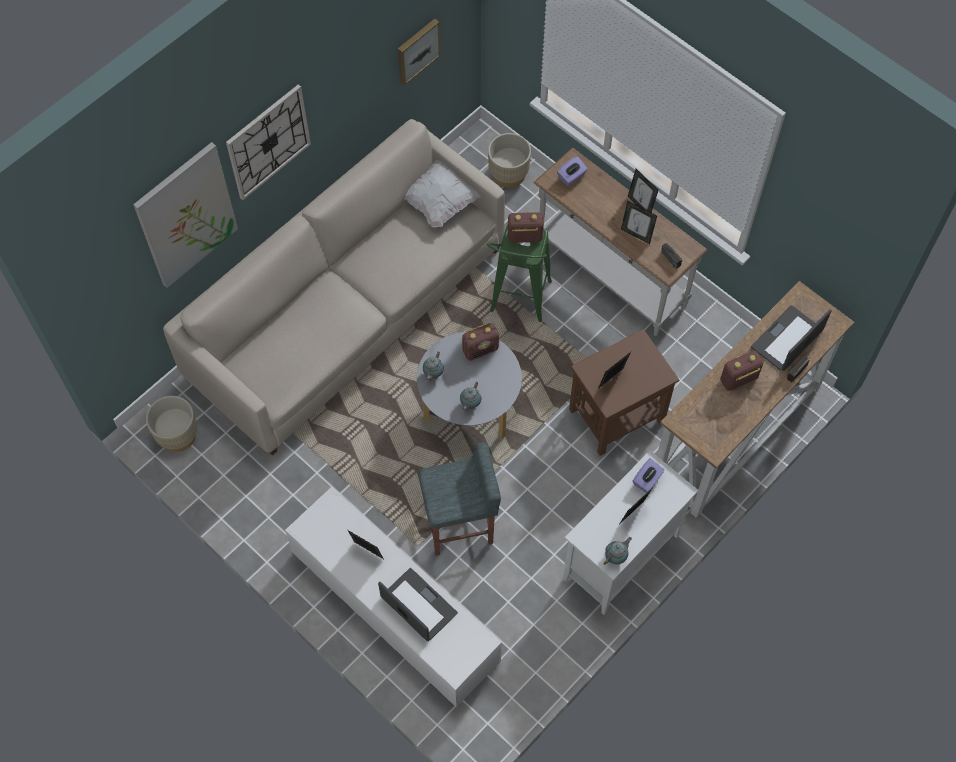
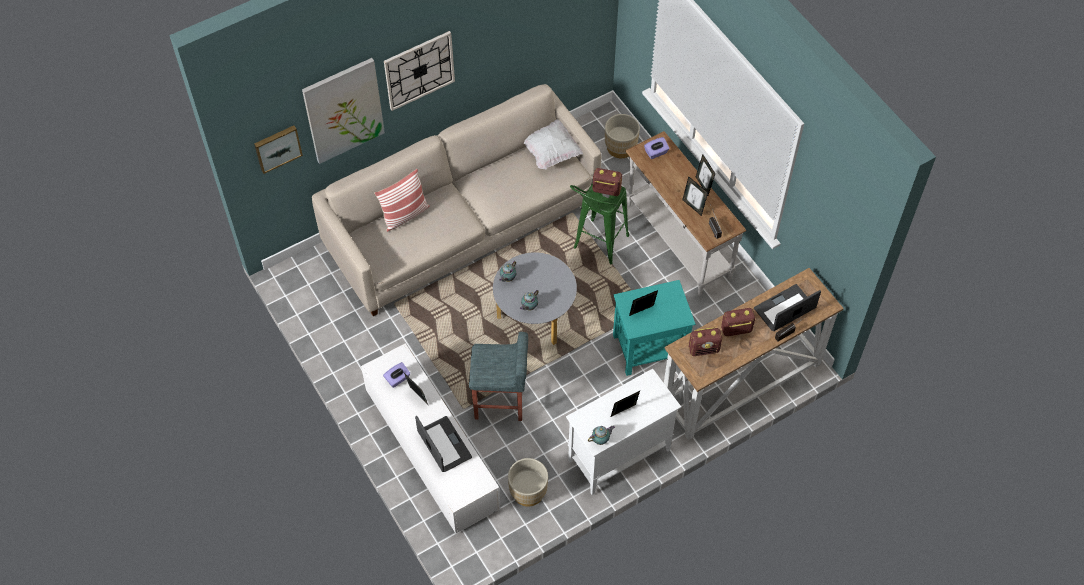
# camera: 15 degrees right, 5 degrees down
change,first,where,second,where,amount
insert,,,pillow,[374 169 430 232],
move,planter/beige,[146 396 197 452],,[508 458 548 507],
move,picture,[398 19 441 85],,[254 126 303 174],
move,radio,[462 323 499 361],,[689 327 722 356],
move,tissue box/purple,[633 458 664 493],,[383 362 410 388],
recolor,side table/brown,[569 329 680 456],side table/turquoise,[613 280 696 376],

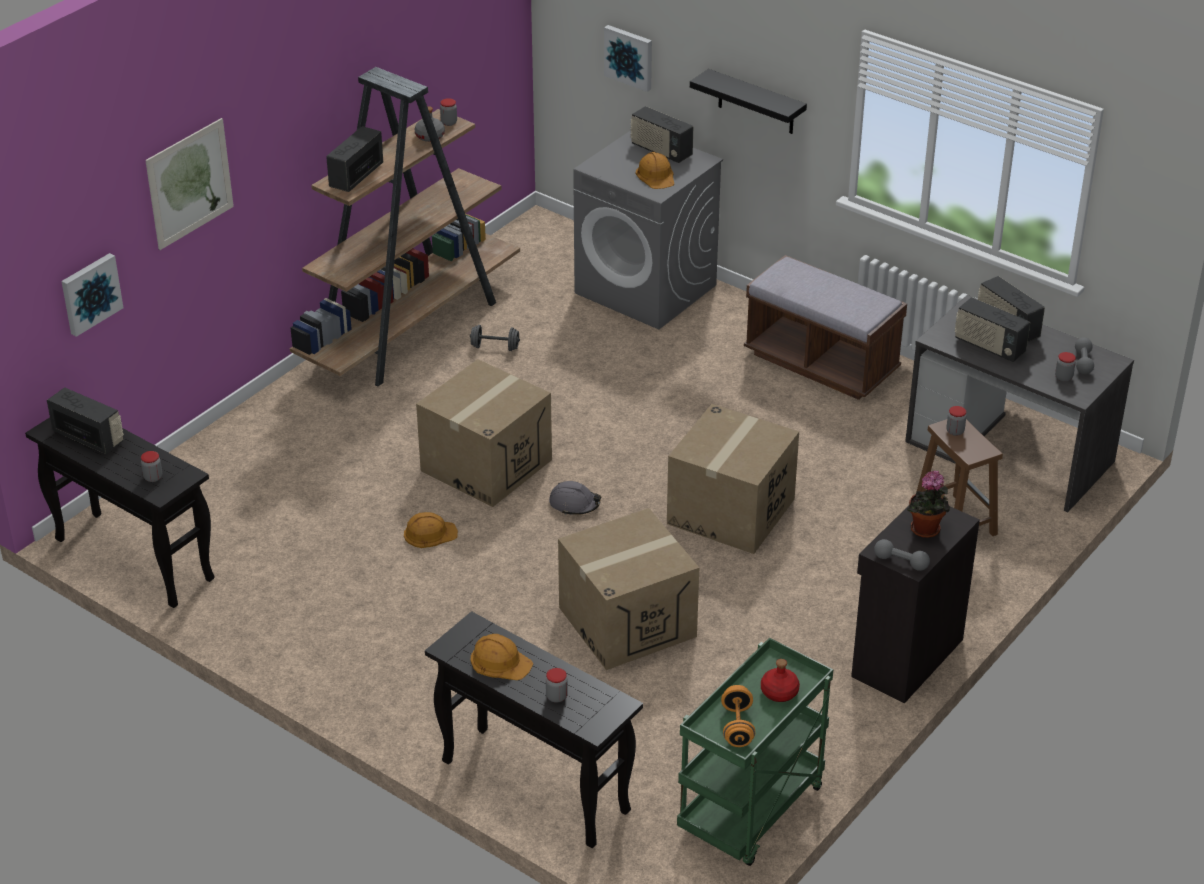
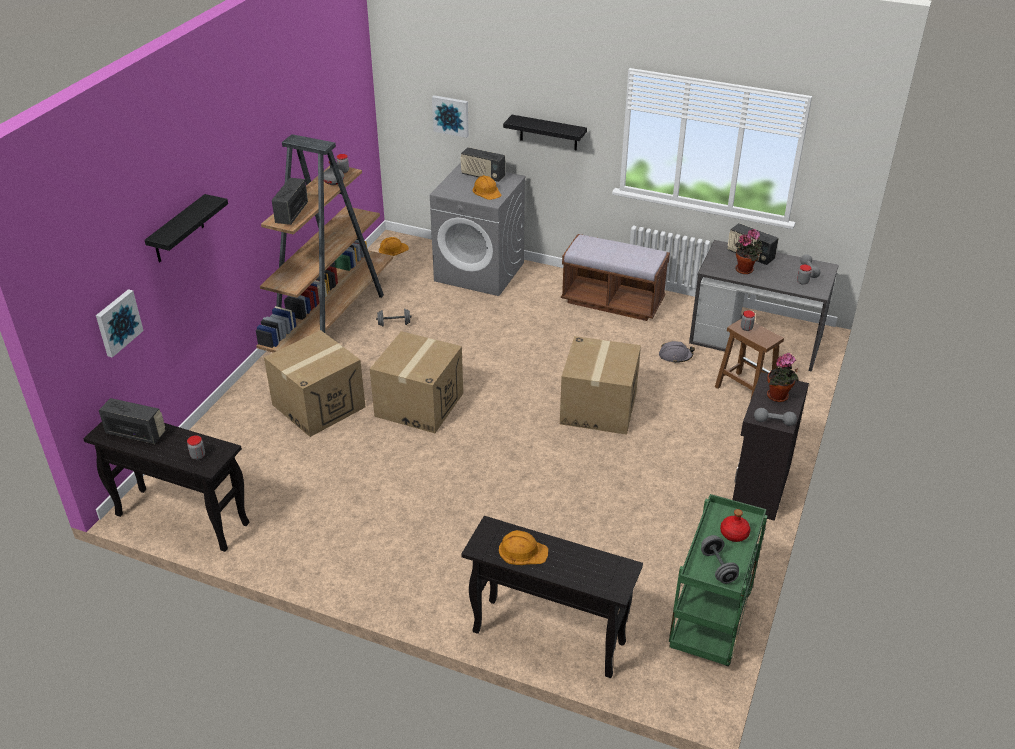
# camera: 15 degrees left, 0 degrees up
change,first,where,second,where,amount
delete,jar,[546 668 568 703],,,
move,hard hat/orange,[404 512 458 548],,[379 237 409 256],
move,hard hat/grey,[549 481 601 515],,[659 341 695 363],
move,cardboard box,[558 508 699 670],,[264 330 365 437],
replace,picture,[145 118 234 250],shelf/black,[145 194 228 262],
replace,radio,[955 297 1030 362],potted plant,[735 229 763 274],
recolor,dumbbell/orange,[721 685 755 747],dumbbell/grey,[701 535 739 584],

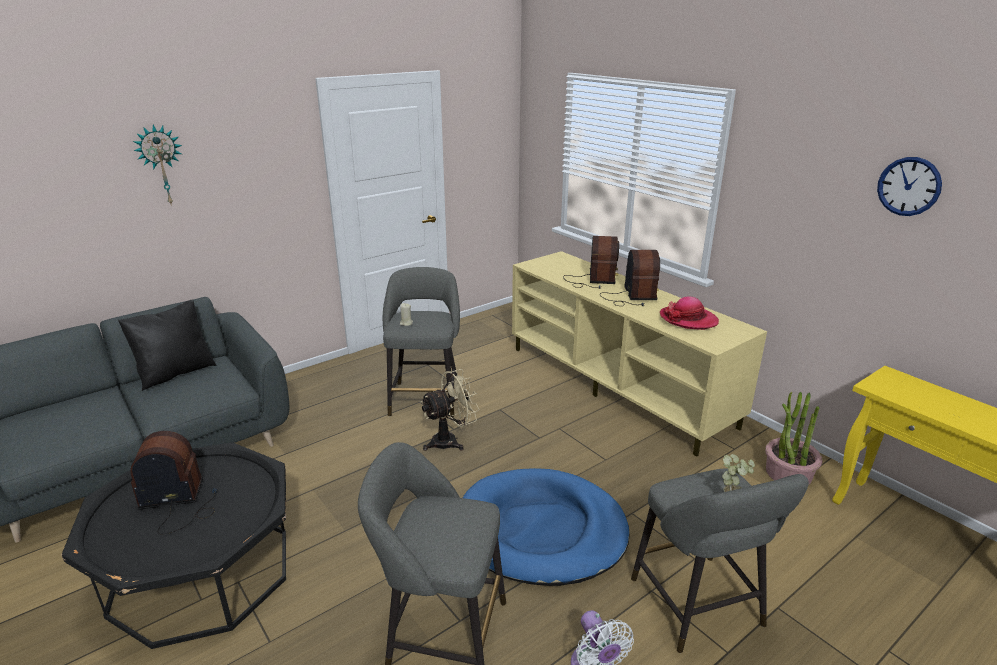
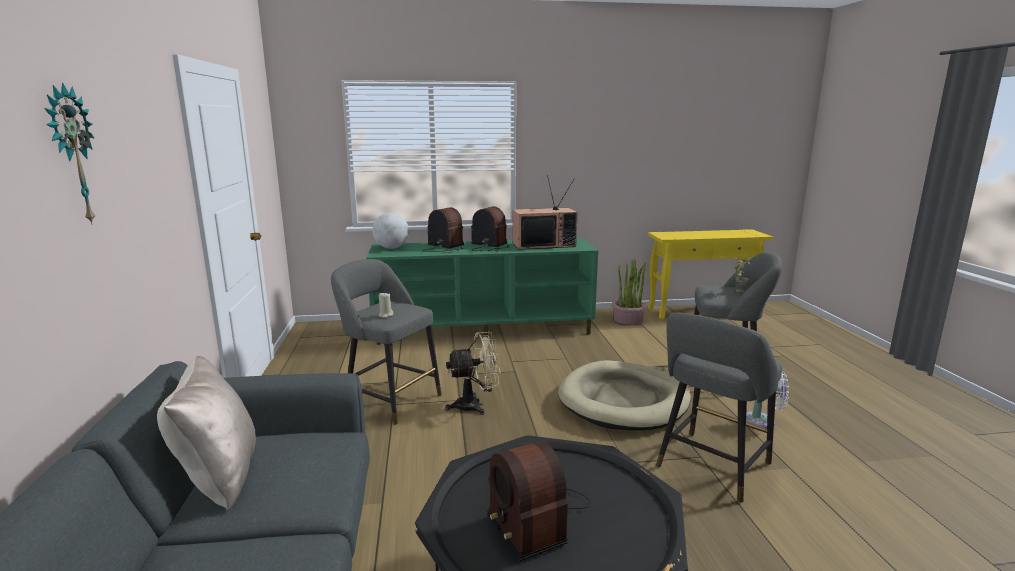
# camera: 60 degrees left, 10 degrees down
change,first,where,second,where,amount
delete,wall clock,[877 157 942 216],,,
insert,,,globe,[372 213 409 249],
replace,hat,[660 297 719 330],television,[513 175 577 250],
recolor,pillow/black,[118 299 217 391],pillow/beige,[157 356 256 511],
recolor,dog bed/blue,[463 468 630 586],dog bed/beige,[558 360 691 431],
recolor,tv stand/beige,[512 251 767 456],tv stand/green,[366 238 598 345],
rotate,radio,[130 431 217 534],,[487 441 591 561],45 degrees counterclockwise
rotate,fan/beige,[420 369 480 451],,[445 332 501 415],75 degrees clockwise

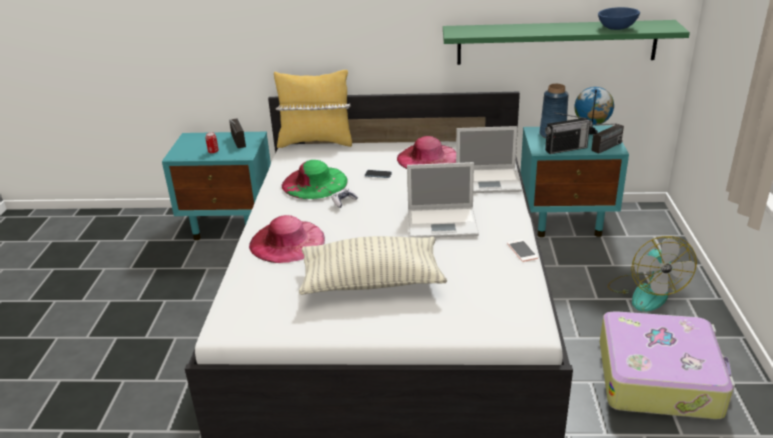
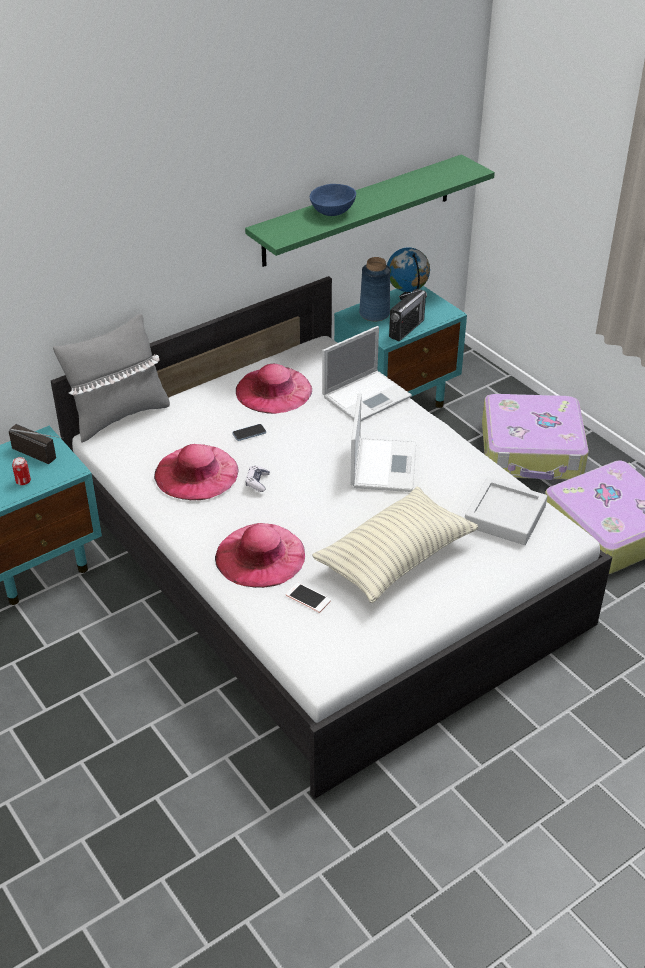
# camera: 40 degrees left, 10 degrees up
change,first,where,second,where,amount
delete,radio,[582 123 624 154],,,
insert,,,tray/grey,[465 477 547 545],
move,phone,[507 240 538 262],,[286 583 331 613],
move,bowl/blue,[598 7 640 30],,[310 184 356 216],
replace,fan,[607 236 697 311],suitcase,[482 394 589 480],
recolor,pillow/yellow,[274 70 352 148],pillow/grey,[53 314 170 443],
recolor,hat/green,[282 160 348 199],hat/pink,[154 444 238 500],
rotate,laptop,[407 162 479 238],,[350 393 416 492],45 degrees counterclockwise

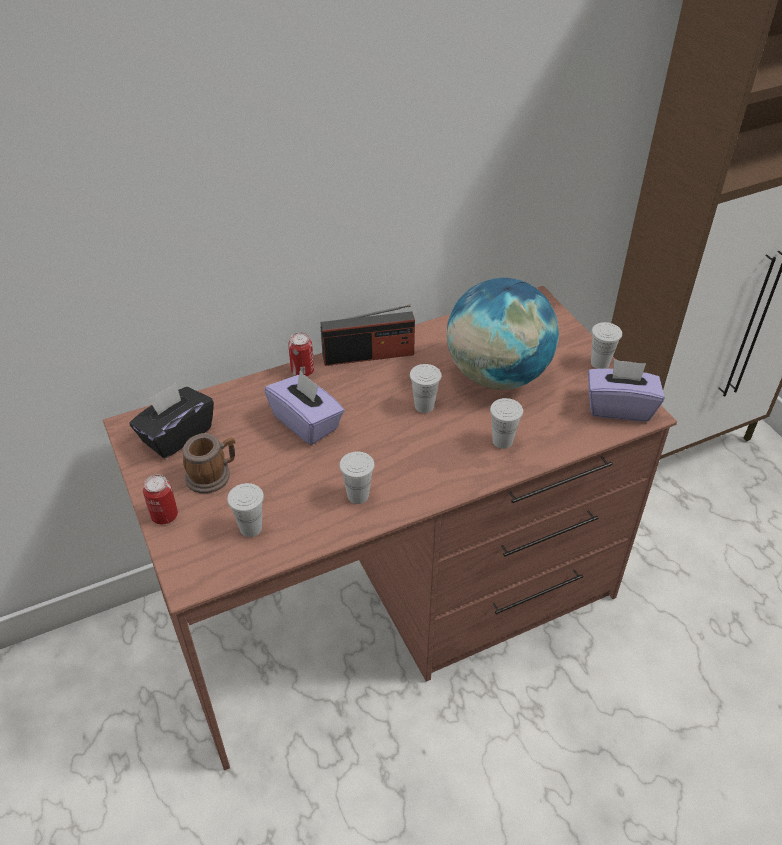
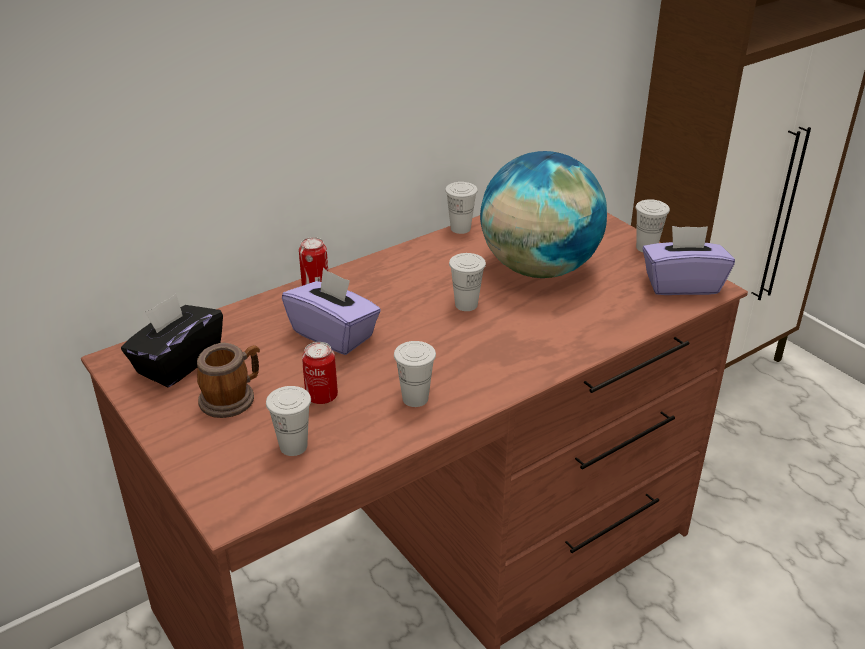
# camera: 10 degrees left, 10 degrees down
change,first,where,second,where,amount
delete,radio,[320 305 415 366],,,
move,can,[143 475 178 525],,[302 342 338 404],
move,cup/white,[490 398 523 449],,[445 182 478 234],

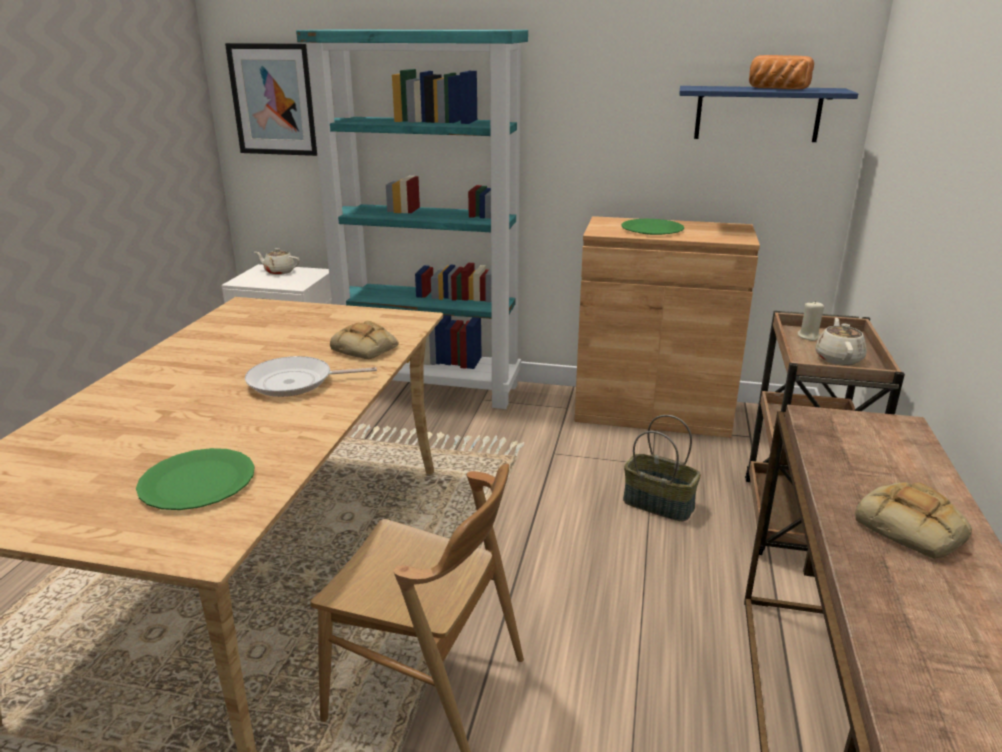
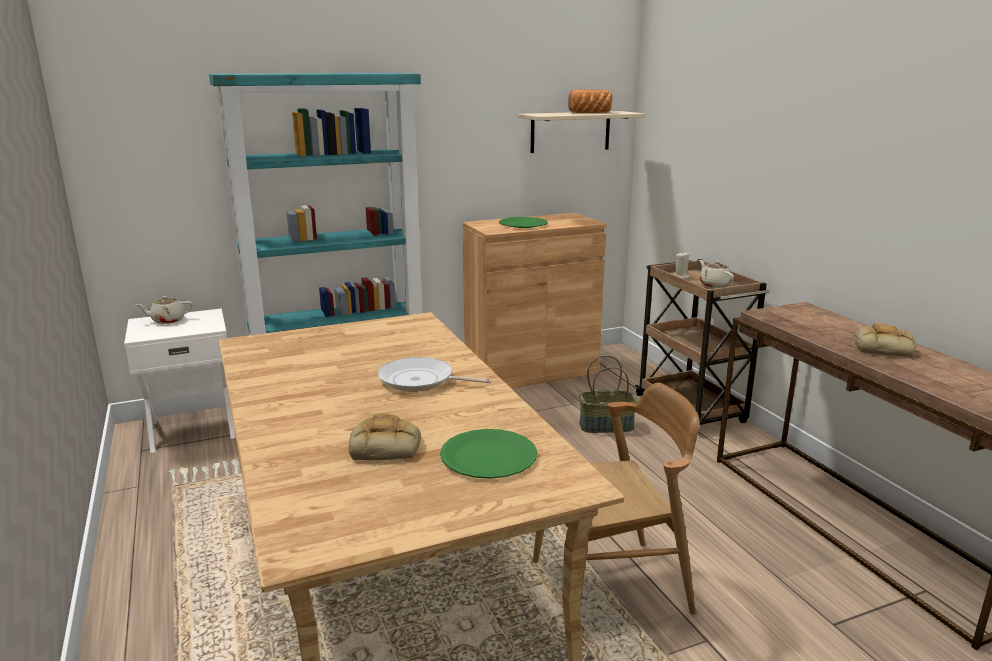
# camera: 35 degrees left, 5 degrees down
change,first,where,second,where,amount
delete,picture,[225 43 317 156],,,
move,bread,[330 321 399 360],,[348 413 421 460],
recolor,shelf/blue,[679 86 858 142],shelf/beige,[518 111 645 153],
rotate,frying pan,[245 356 377 397],,[378 357 492 392],60 degrees clockwise

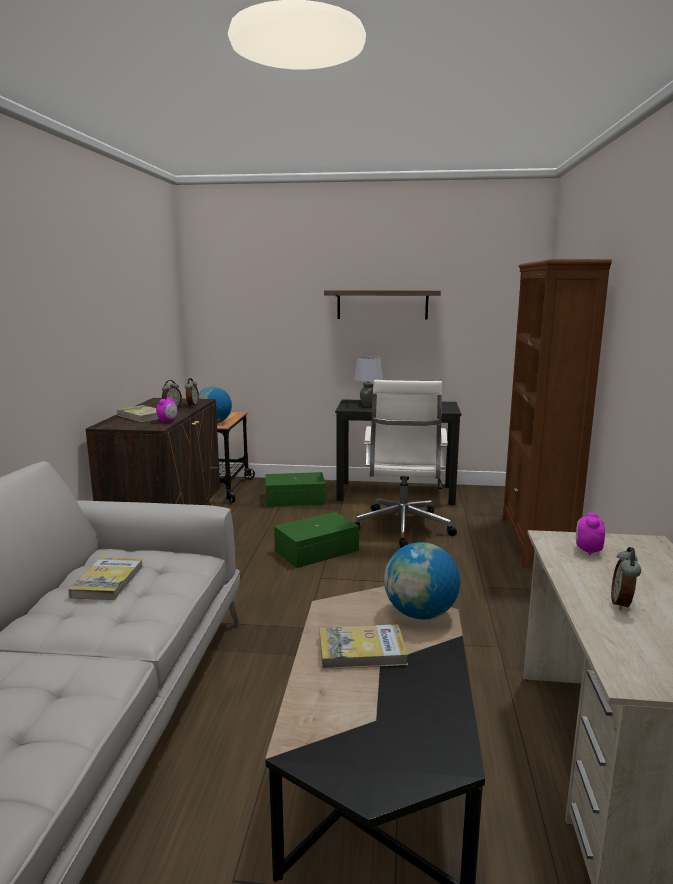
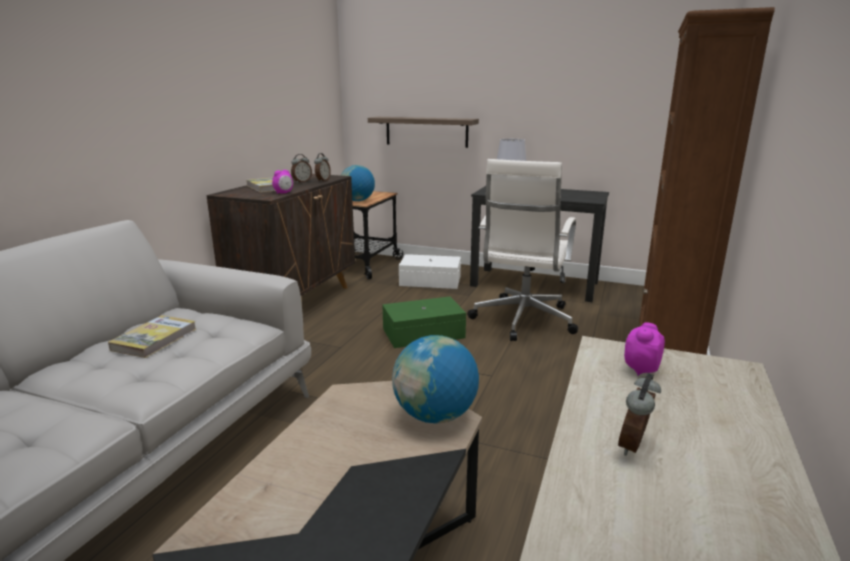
# camera: 15 degrees right, 5 degrees up
change,first,where,second,where,amount
delete,book,[320 624 408 669],,,
move,shelf,[324 290 441 320],,[368 117 479 148],
recolor,storage box/green,[266 472 326 507],storage box/white,[399 254 461 289],

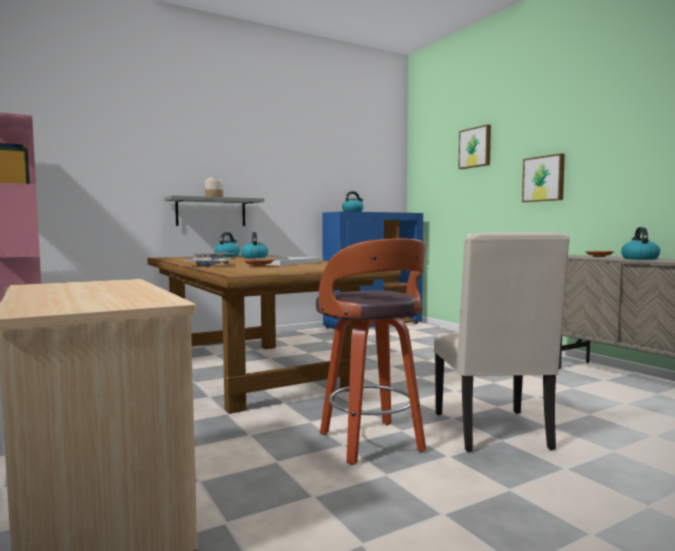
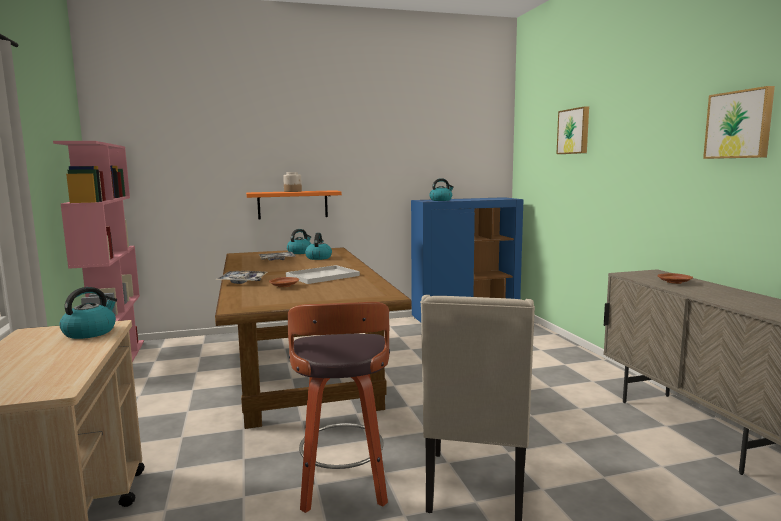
# camera: 15 degrees right, 5 degrees up
change,first,where,second,where,amount
move,picture,[522 153 565 202],,[703 86 775 159],
move,kettle,[621 227 660 260],,[59 287 117 339],
recolor,shelf/grey,[164 195 264 226],shelf/orange,[246 190 342 220],

